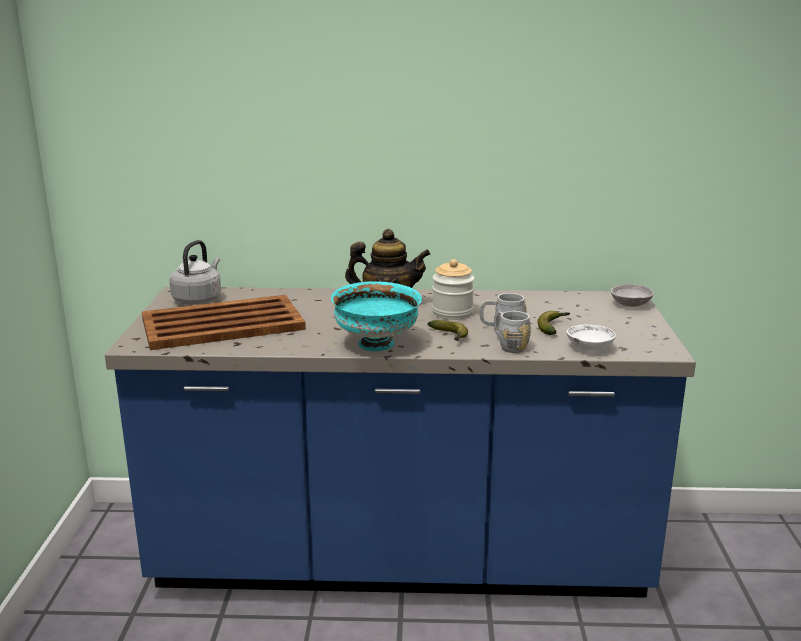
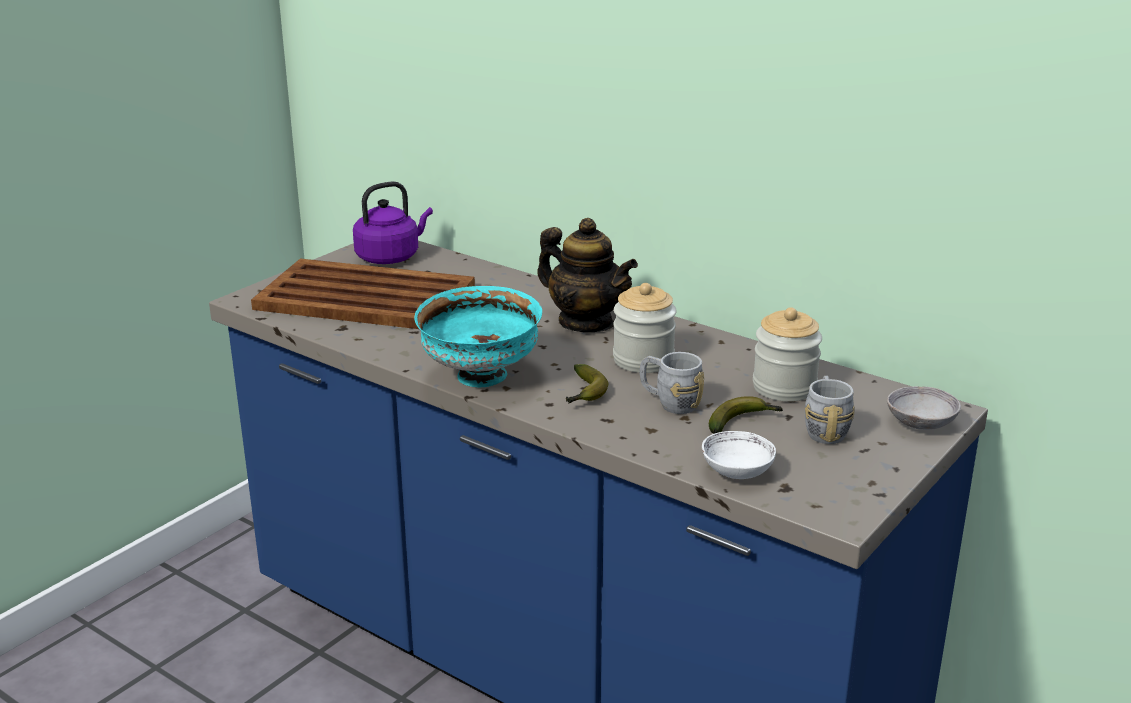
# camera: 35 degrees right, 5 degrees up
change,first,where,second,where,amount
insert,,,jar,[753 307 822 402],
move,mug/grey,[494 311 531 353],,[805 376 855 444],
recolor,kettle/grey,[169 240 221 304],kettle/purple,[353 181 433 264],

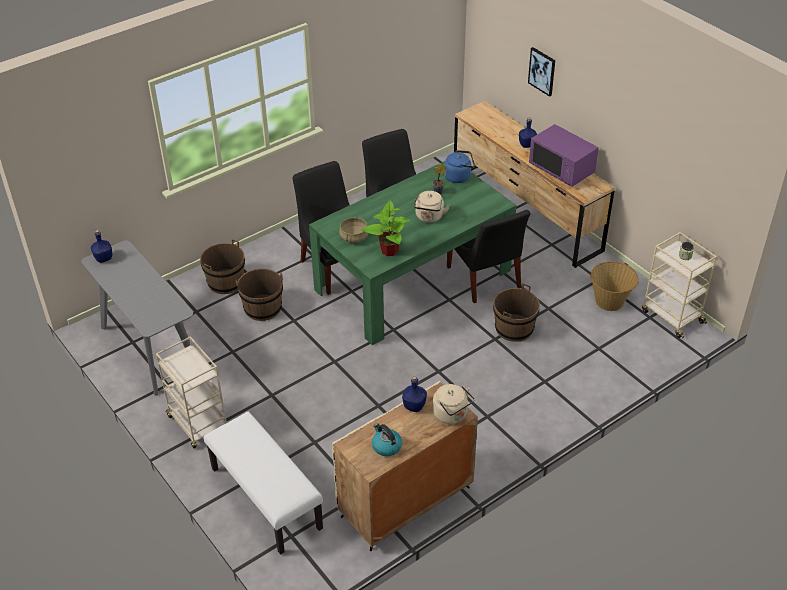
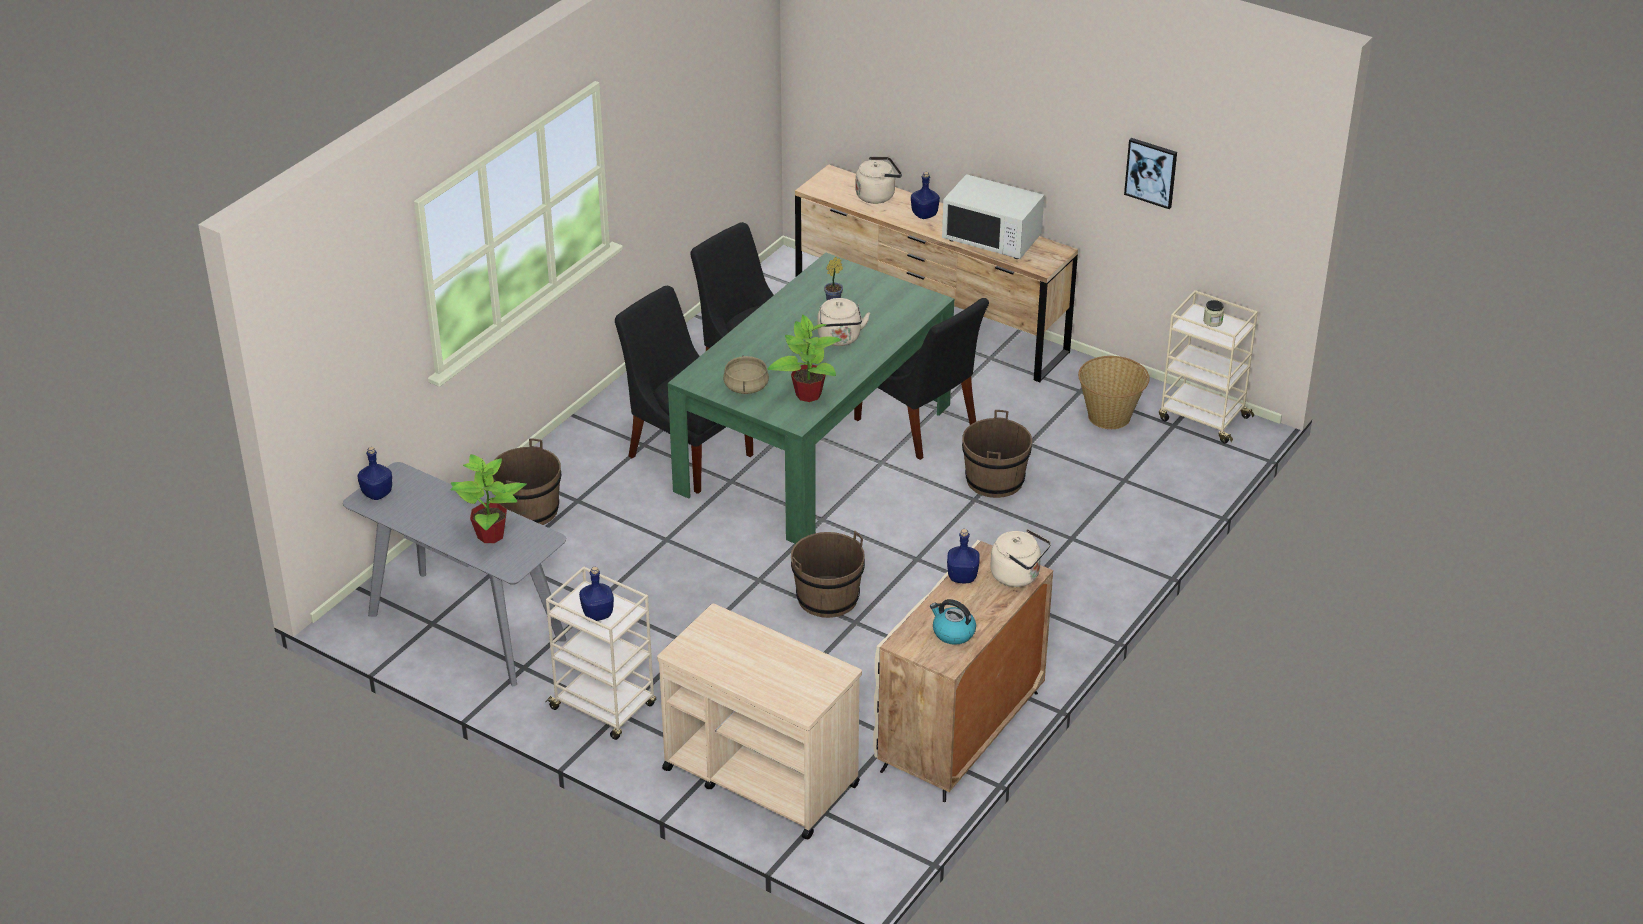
# camera: 20 degrees left, 5 degrees down
change,first,where,second,where,amount
delete,kettle/blue,[444 150 475 183],,,
insert,,,potted plant,[450 454 527 543],
insert,,,bottle/blue,[579 567 614 621],
insert,,,kettle/beige,[856 156 902 204],
move,bucket/brown,[236 268 283 321],,[791 531 865 618],
move,picture,[528 47 555 97],,[1124 138 1177 209],
replace,bench/white,[204 412 323 555],cart/beige,[657 603 862 840],
recolor,microwave/purple,[529 124 599 187],microwave/white,[942 174 1044 259],

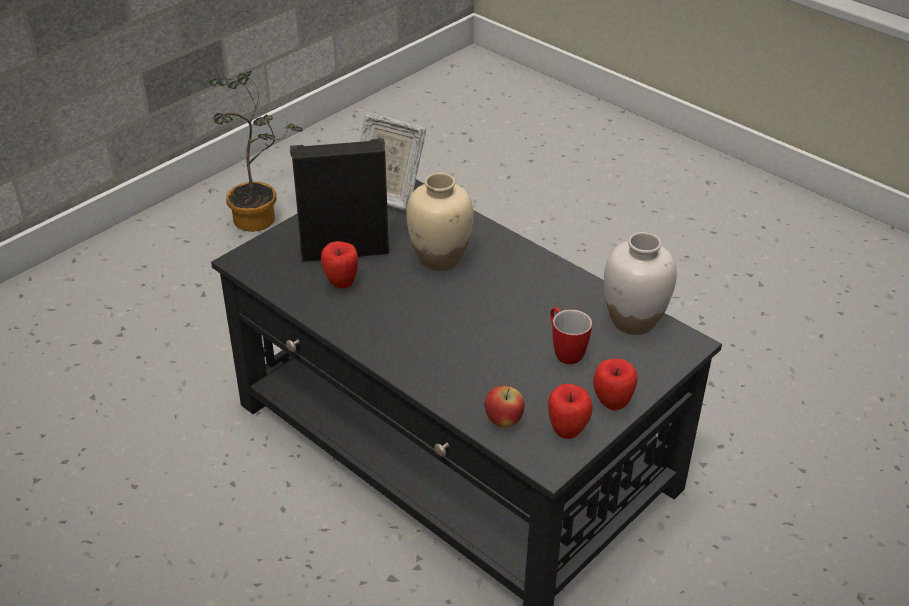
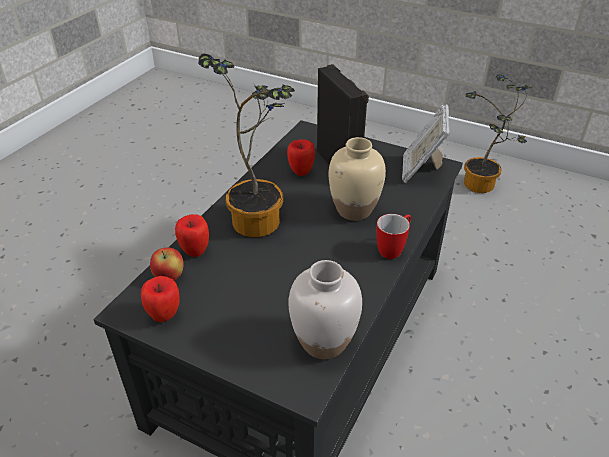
# camera: 75 degrees right, 0 degrees up
change,first,where,second,where,amount
insert,,,potted plant,[198 54 295 238],
move,mug,[550 307 592 364],,[377 214 411 259],
move,apple,[593 359 637 411],,[175 214 209 257],

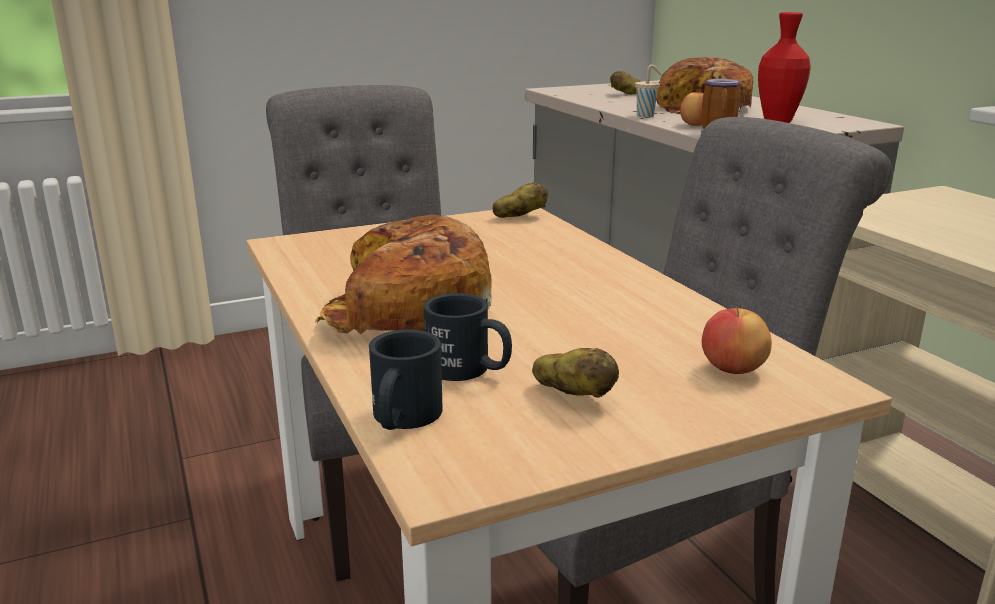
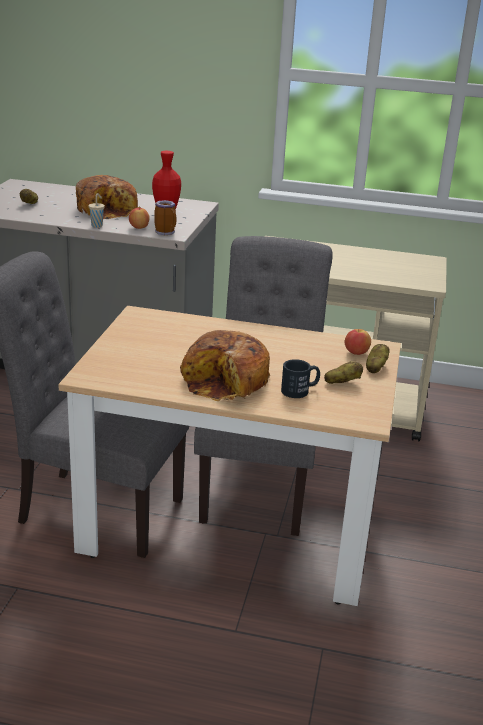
# camera: 55 degrees left, 5 degrees up
change,first,where,second,where,amount
delete,mug/black,[369 329 443 430],,,
move,potato,[492 182 548 218],,[366 344 390 373],

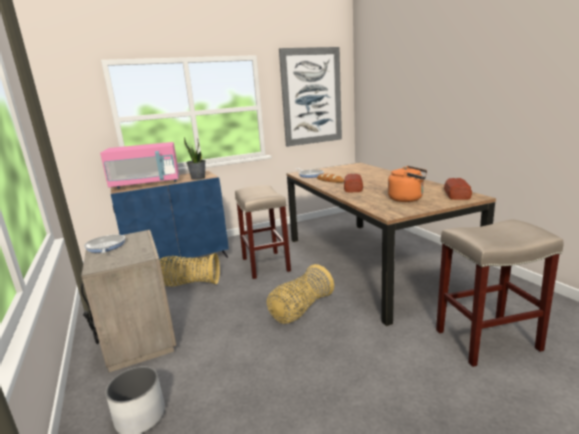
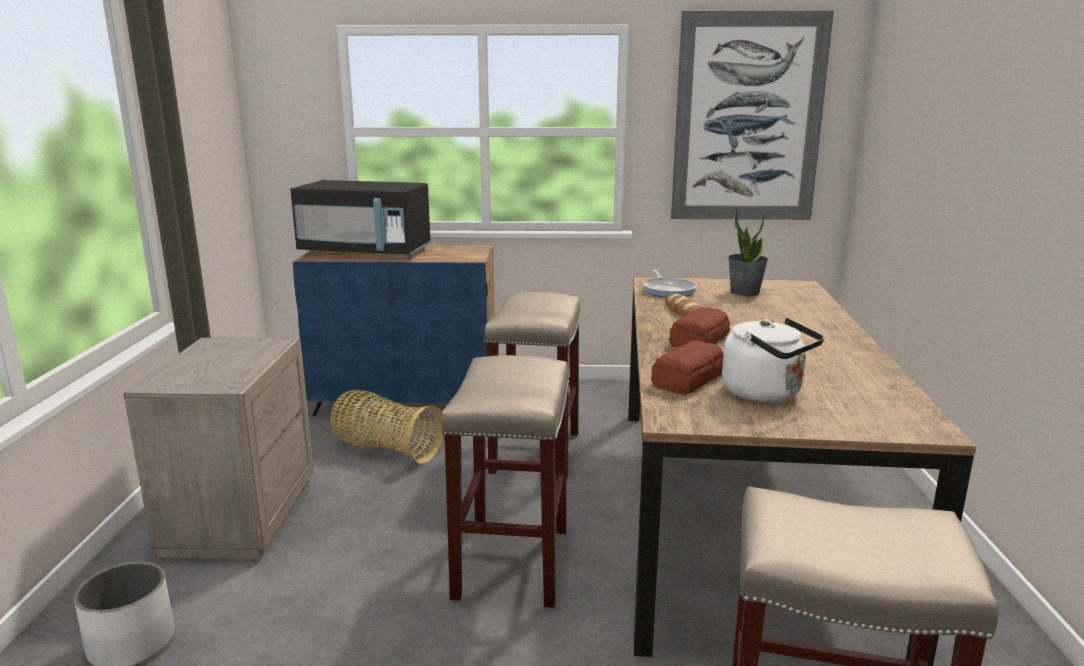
# camera: 25 degrees right, 0 degrees up
change,first,where,second,where,amount
delete,frying pan,[84 234 125 254],,,
move,potted plant,[184 138 205 180],,[728 207 768 296],
move,bread,[444 178 472 200],,[651 340 723 395],
replace,basket,[267 264 334 324],stool/beige,[441 355 569 608],
recolor,microwave/pink,[100 142 179 189],microwave/black,[290 180 431 258],
recolor,kettle/orange,[388 166 427 202],kettle/white,[722 318 824 403],

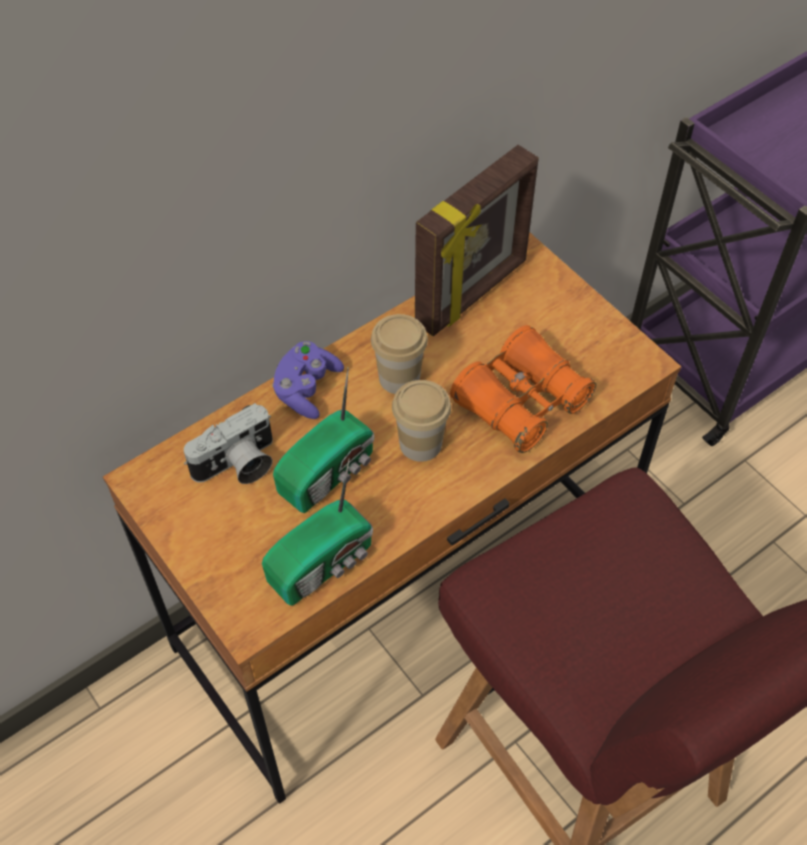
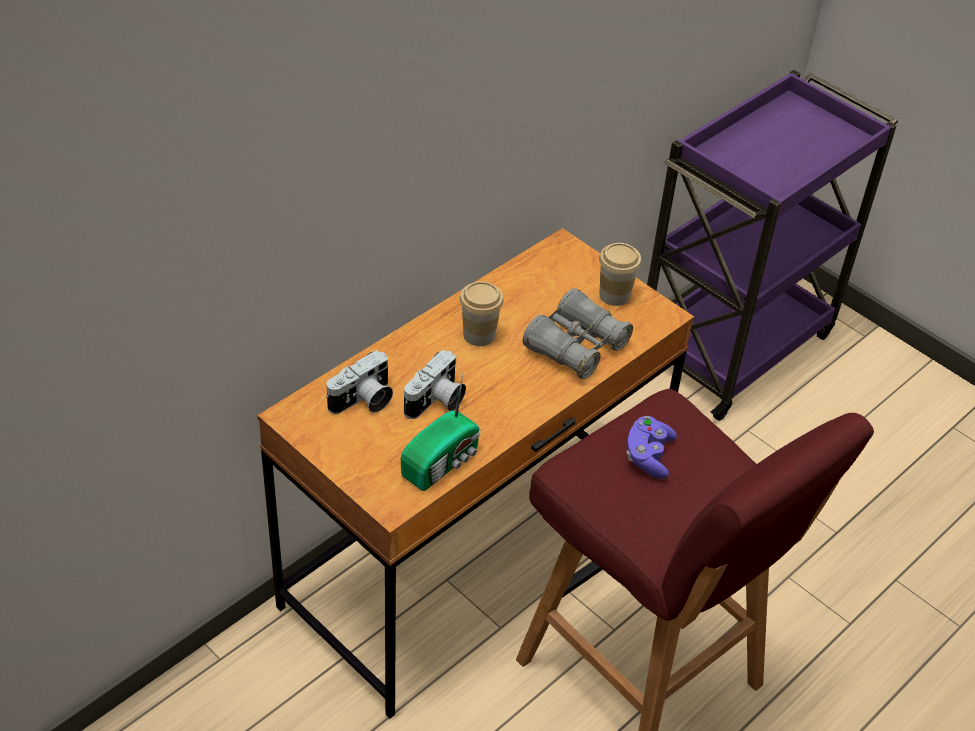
# camera: 10 degrees left, 10 degrees down
change,first,where,second,where,amount
delete,picture frame,[415 145 539 336],,,
move,game controller/purple,[272 341 344 419],,[626 416 677 479],
move,cup,[392 380 451 462],,[599 243 641 306],
replace,radio,[273 367 374 513],photo camera,[404 350 466 419],
recolor,binoculars/orange,[450 325 596 453],binoculars/grey,[523 288 633 379],

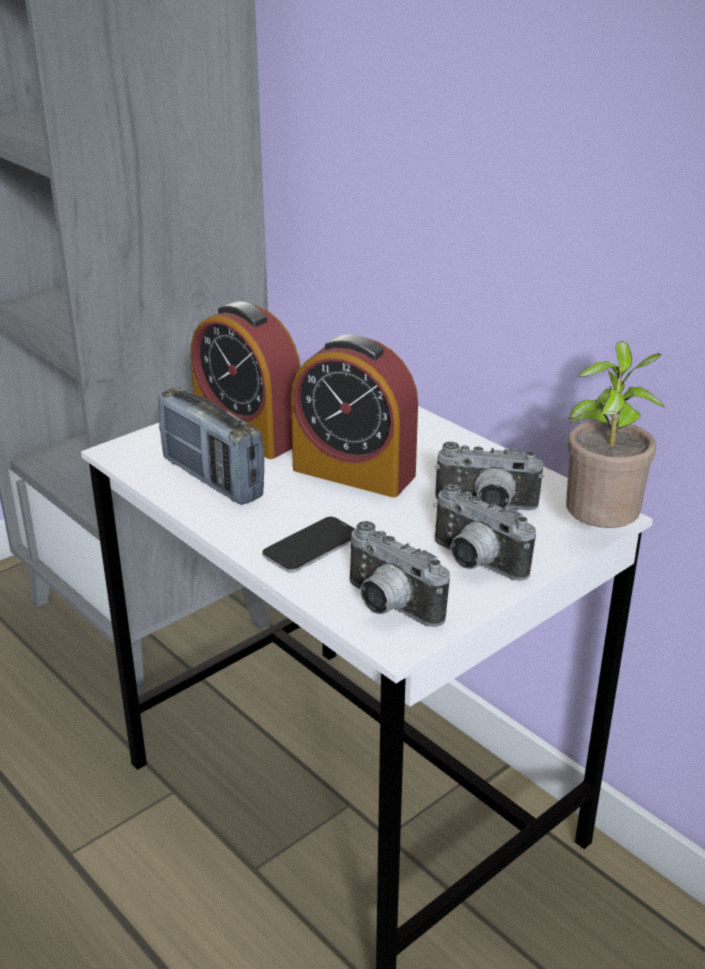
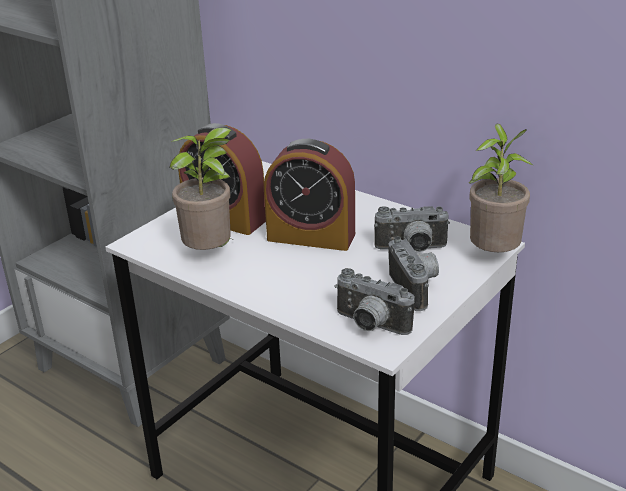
# camera: 10 degrees left, 0 degrees up
change,first,where,second,where,amount
delete,phone,[262 517 355 573],,,
replace,radio,[158 387 264 505],potted plant,[170 127 232 250],
rotate,photo camera,[433 483 536 581],,[388 237 439 311],135 degrees counterclockwise

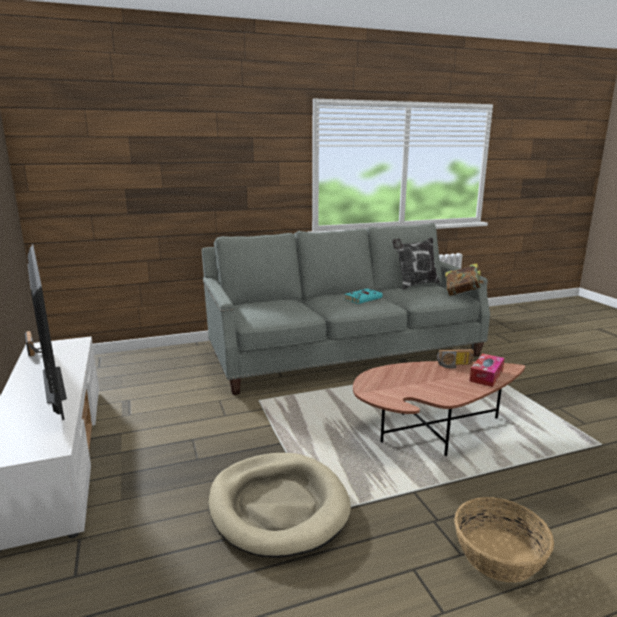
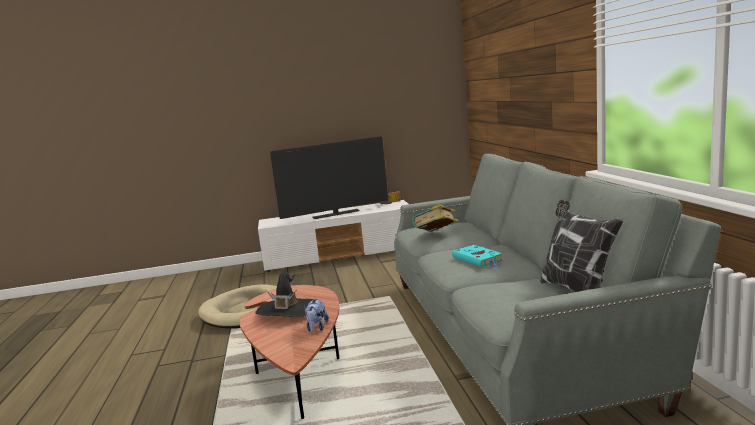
# camera: 100 degrees right, 5 degrees down
change,first,where,second,where,amount
delete,basket,[454 497 554 582],,,
delete,tissue box,[470 353 504 387],,,
insert,,,hat/black,[255 272 314 317],
move,book,[445 263 484 296],,[412 204 459 232],
replace,radio,[437 349 474 368],plush toy,[304 298 329 332],

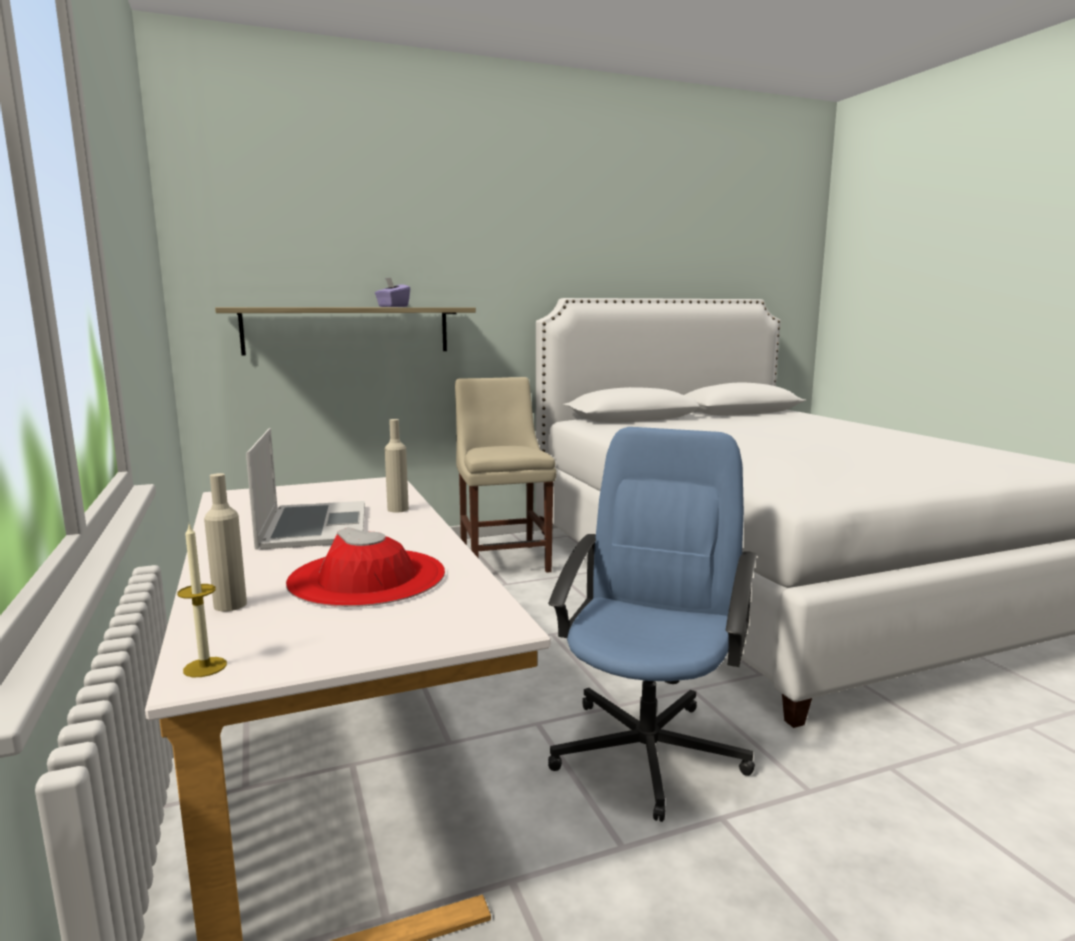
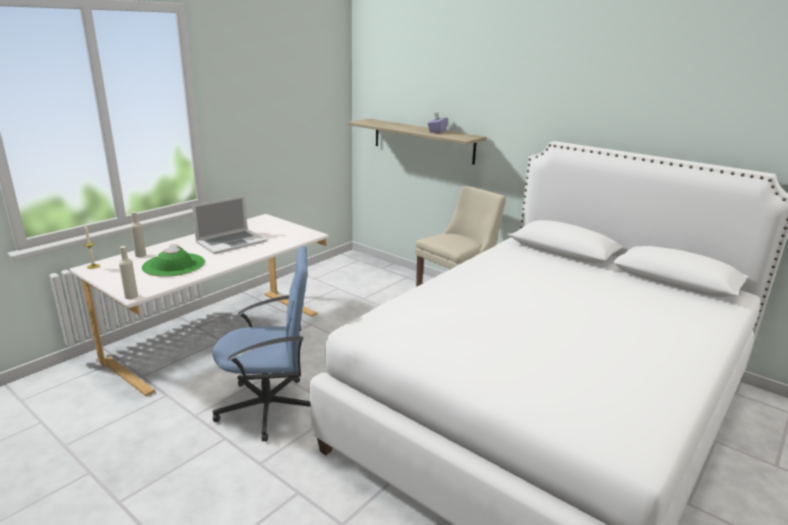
# camera: 60 degrees right, 10 degrees up
change,first,where,second,where,amount
move,bottle/beige,[385 419 409 512],,[119 246 138 299],
recolor,hat/red,[286 527 445 607],hat/green,[142 244 205 277],

